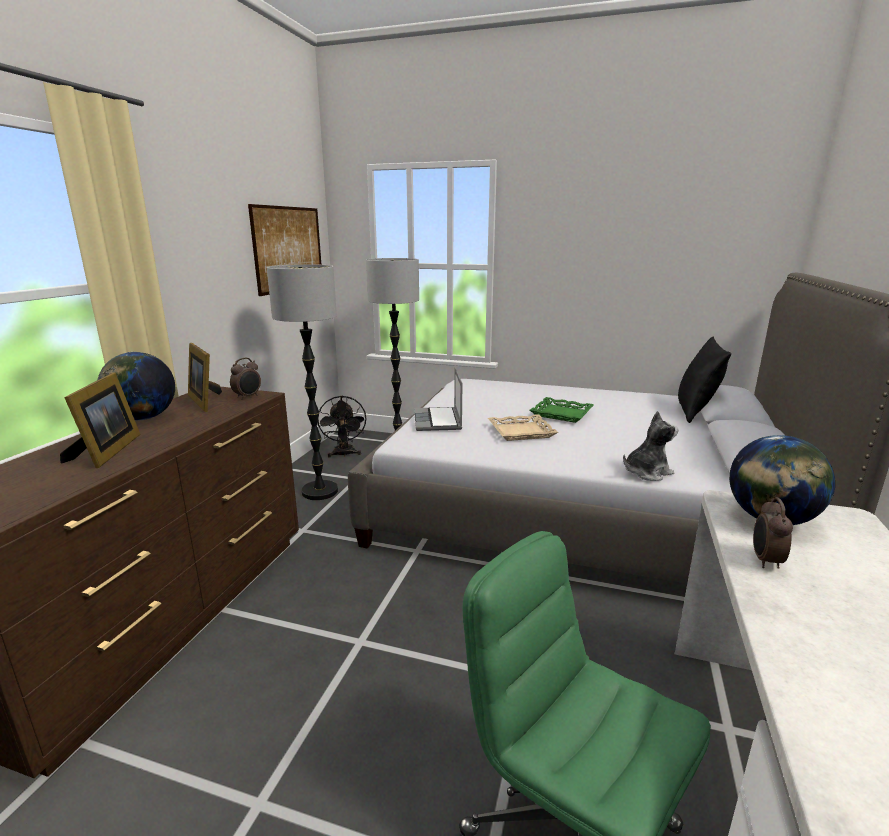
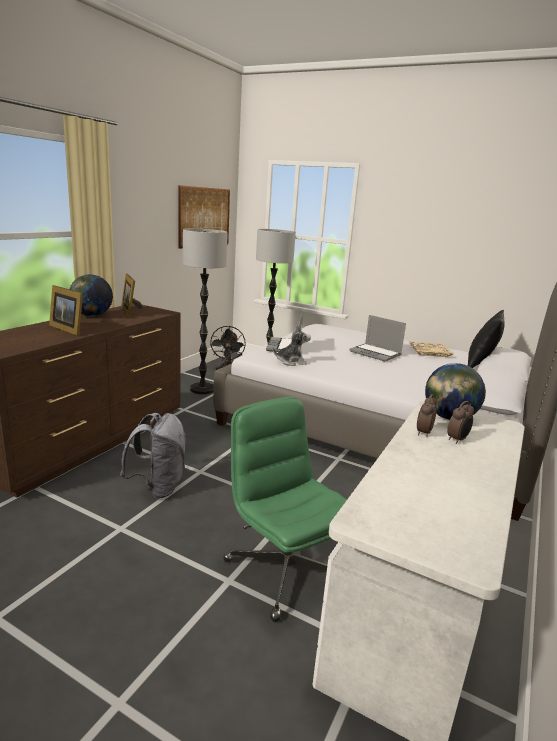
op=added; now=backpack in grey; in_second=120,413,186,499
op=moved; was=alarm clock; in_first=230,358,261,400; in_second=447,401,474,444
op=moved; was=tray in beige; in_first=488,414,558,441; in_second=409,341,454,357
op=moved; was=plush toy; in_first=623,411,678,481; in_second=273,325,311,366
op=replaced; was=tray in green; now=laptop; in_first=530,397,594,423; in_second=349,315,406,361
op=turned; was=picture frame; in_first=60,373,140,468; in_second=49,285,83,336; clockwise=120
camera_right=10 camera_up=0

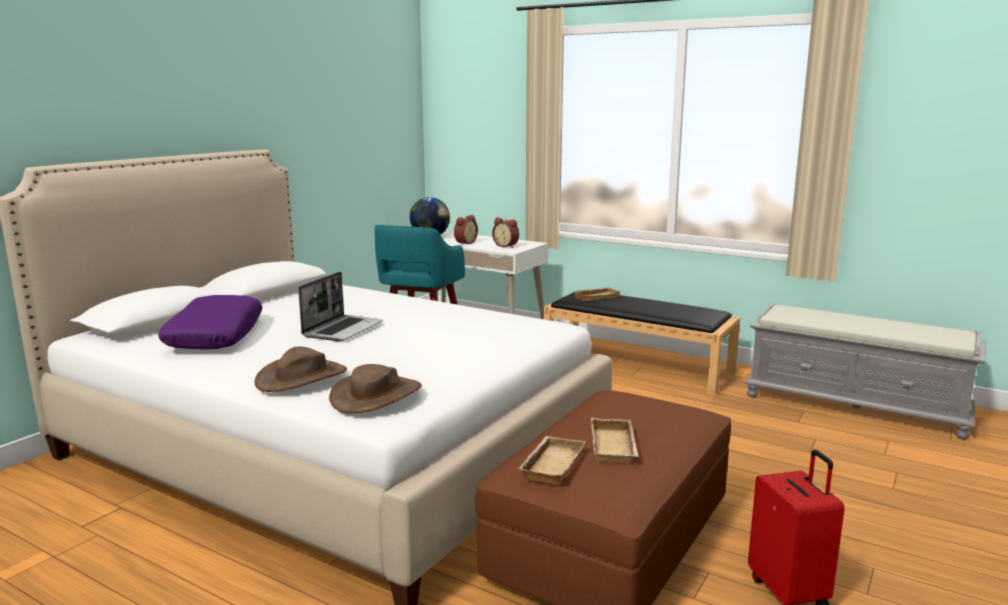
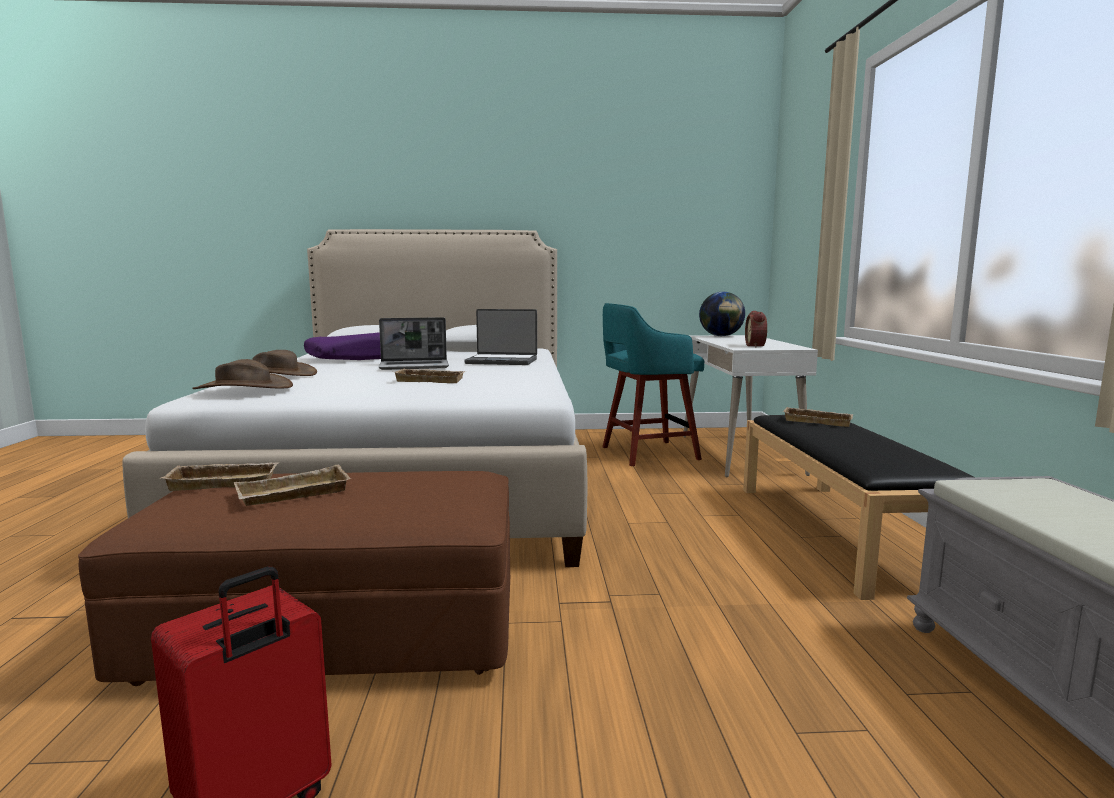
op=removed; was=alarm clock; in_first=454,215,478,245
op=added; now=tray in beige; in_second=395,369,467,383
op=added; now=laptop; in_second=464,309,537,365
camera_right=55 camera_up=-5

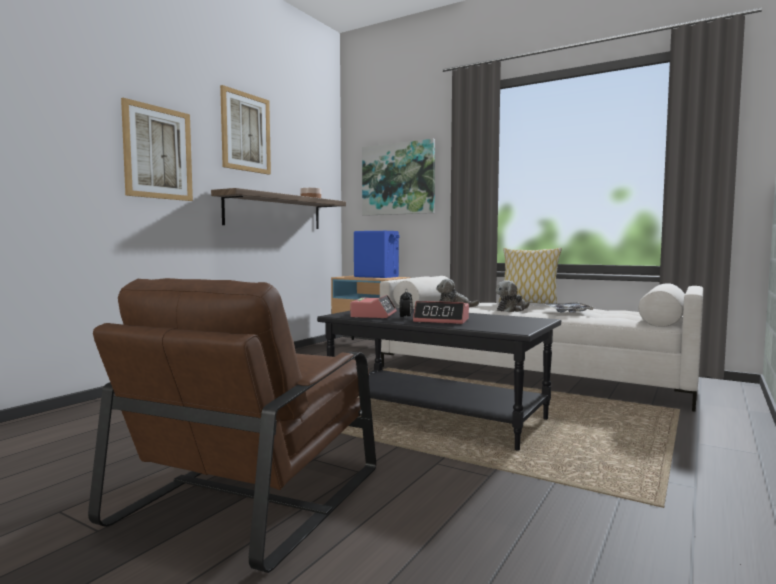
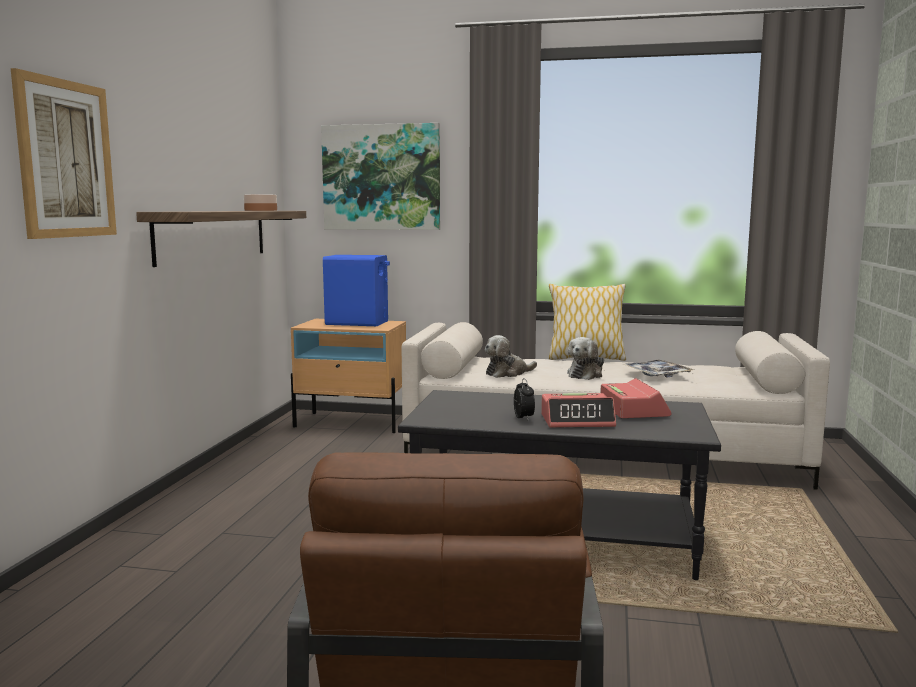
op=removed; was=picture; in_first=220,85,271,175
op=moved; was=alarm clock; in_first=350,295,397,318; in_second=600,378,672,418
camera_right=-20 camera_up=5

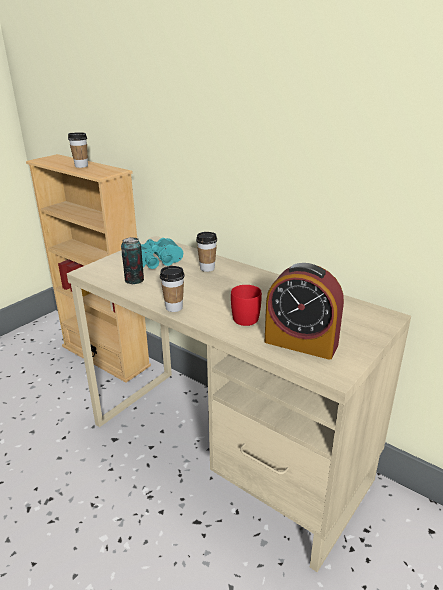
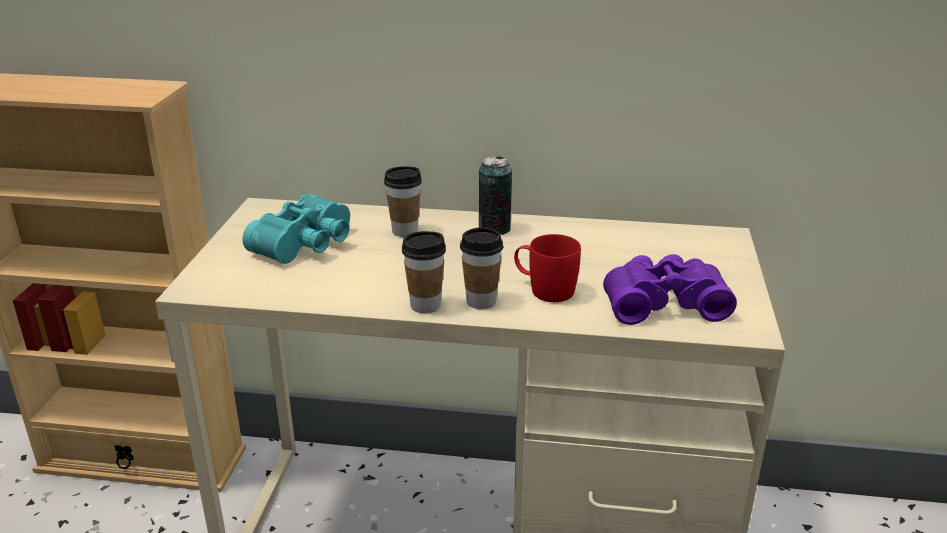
op=moved; was=cup; in_first=68,132,88,168; in_second=460,227,503,309
op=moved; was=can; in_first=121,237,144,284; in_second=479,156,512,235
op=replaced; was=alarm clock; now=binoculars in purple; in_first=265,263,344,360; in_second=603,254,737,325
camera_right=-30 camera_up=0

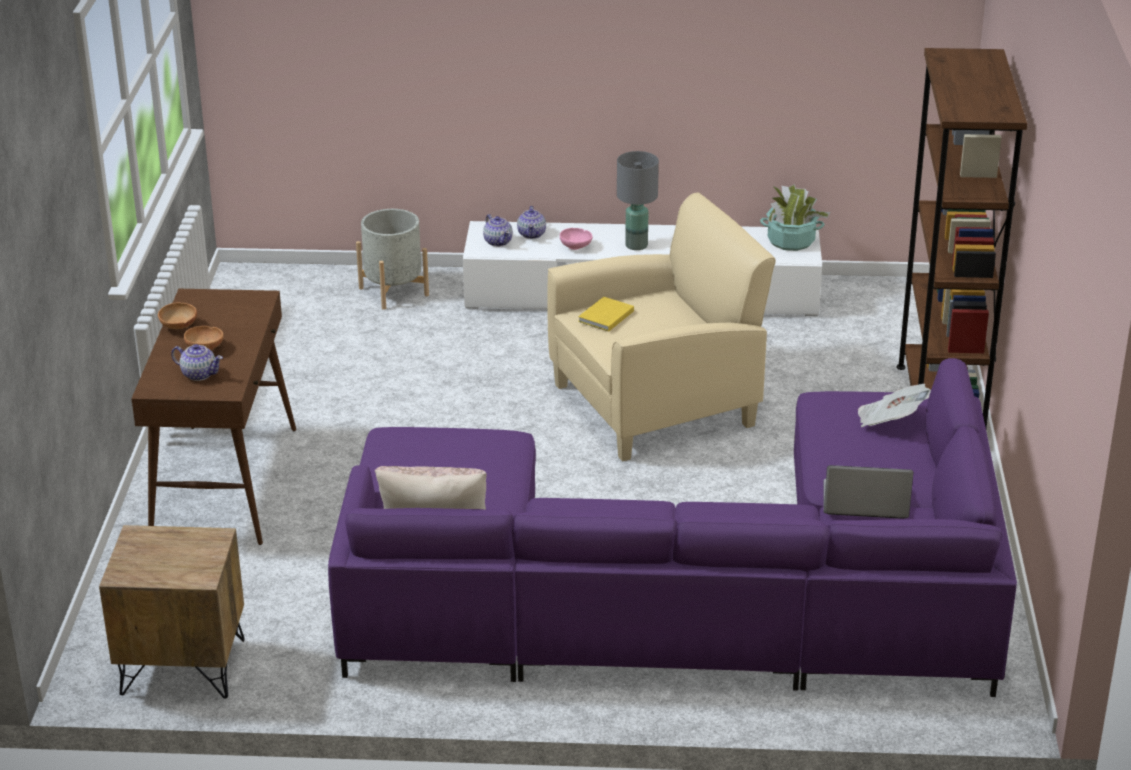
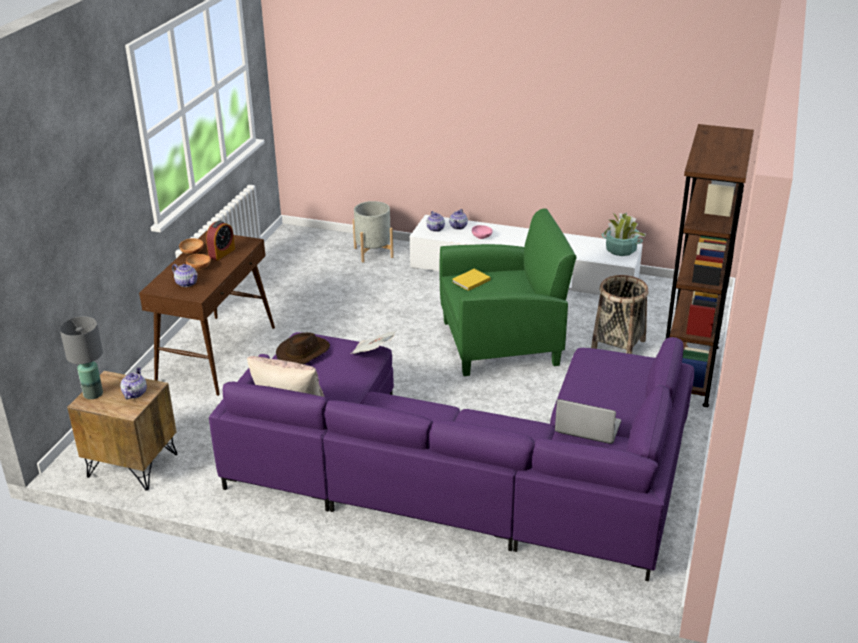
op=added; now=teapot; in_second=120,367,147,400
op=added; now=alarm clock; in_second=206,221,235,261
op=added; now=hat in brown; in_second=276,332,330,364
op=added; now=basket; in_second=591,275,648,354
op=moved; was=table lamp in grey; in_first=617,151,659,250; in_second=60,316,103,399
op=moved; was=newspaper; in_first=858,384,931,427; in_second=350,331,396,354
op=recoloured; was=armchair in beige; now=armchair in green; in_first=547,193,776,461; in_second=439,208,576,376
camera_right=15 camera_up=0

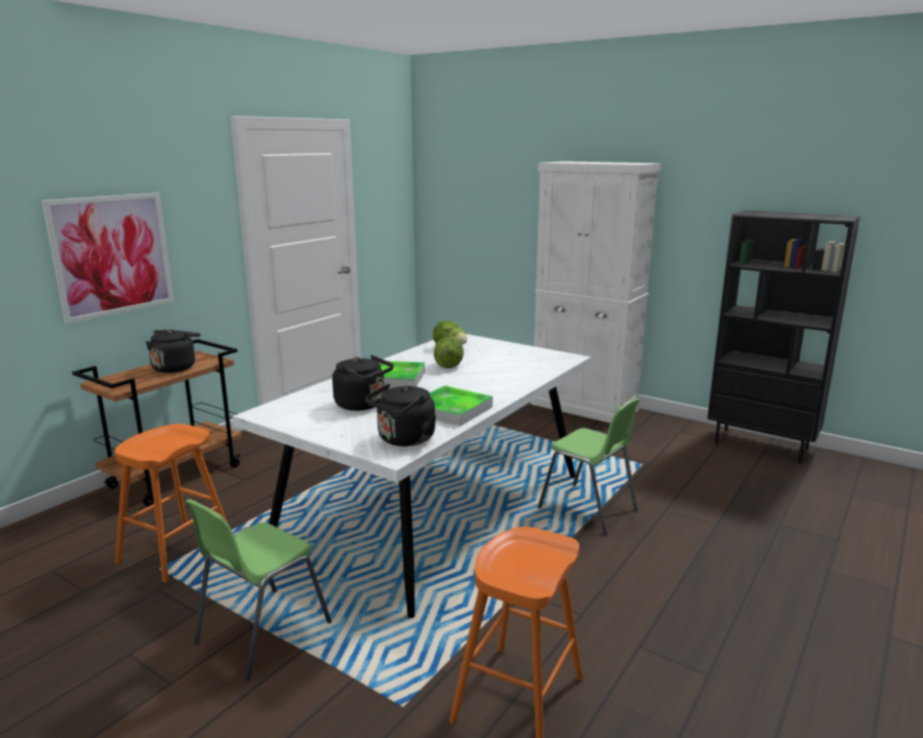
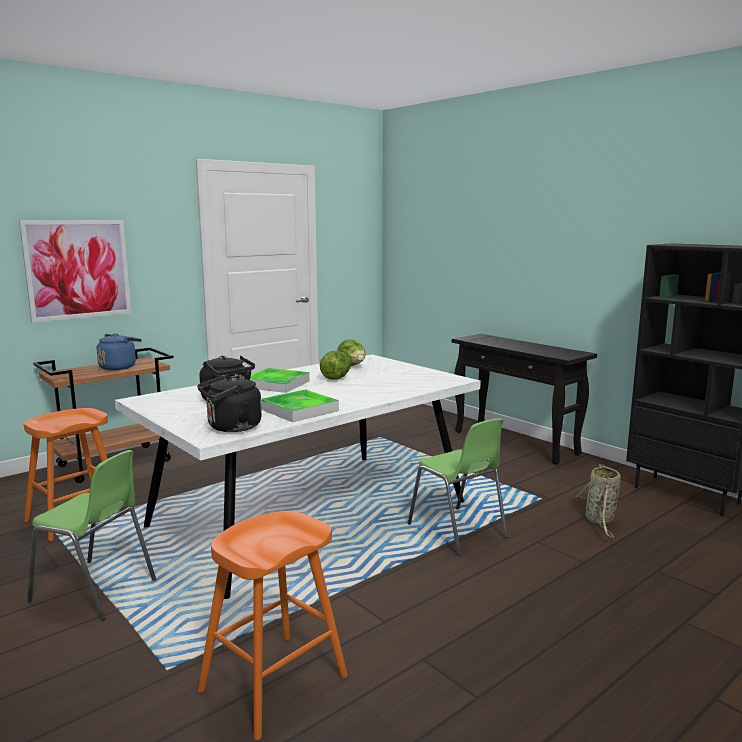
op=added; now=basket; in_second=576,464,621,538
op=replaced; was=cabinet in white; now=console table in black; in_first=531,161,661,423; in_second=452,334,597,465
op=recoloured; was=kettle in black; now=kettle in blue; in_first=146,329,200,373; in_second=97,333,142,370
op=turned; was=chair in green; in_first=185,499,332,680; in_second=27,450,156,621; clockwise=-120
camera_right=15 camera_up=-5

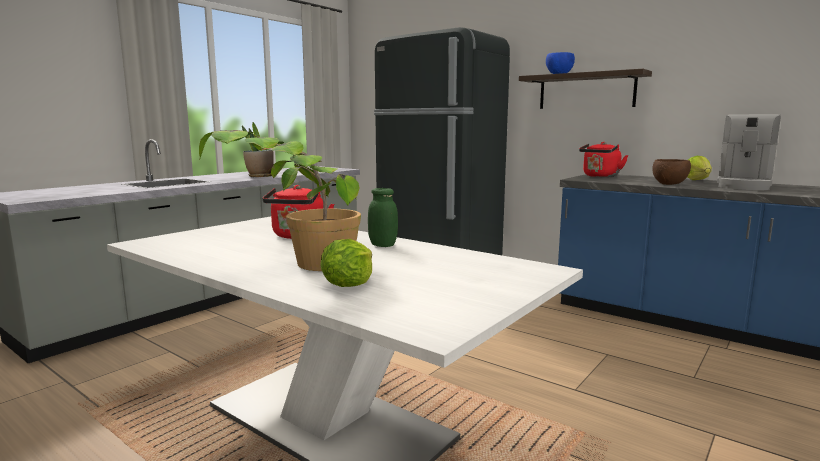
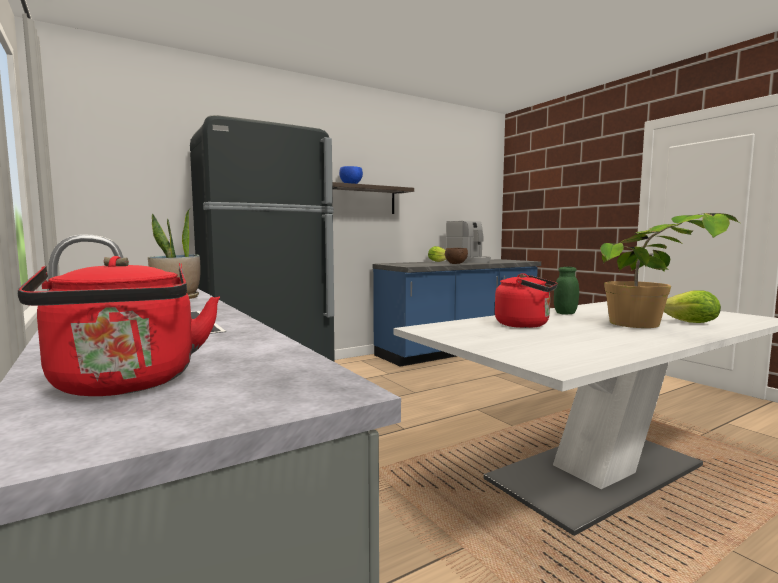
op=moved; was=kettle in red; in_first=579,142,628,177; in_second=18,256,220,396
camera_right=-70 camera_up=-5

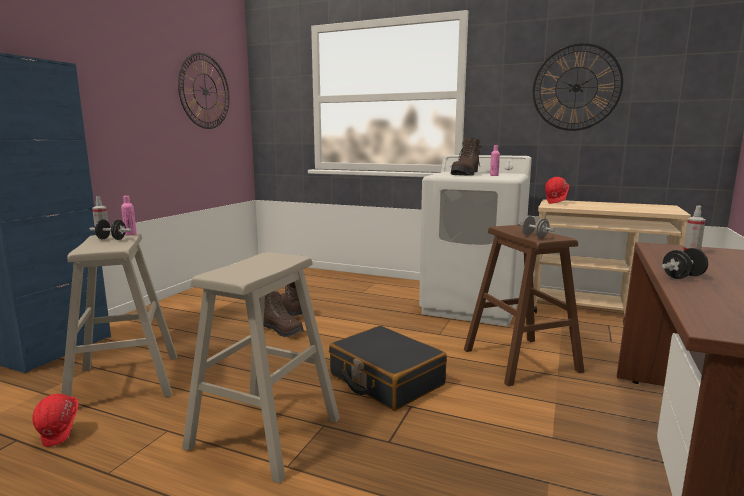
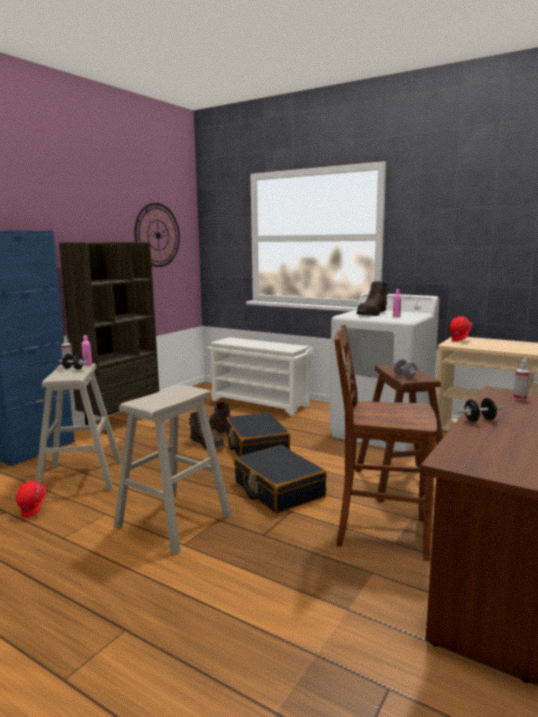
op=removed; was=wall clock; in_first=533,43,623,131
op=added; now=bookcase in brown; in_second=59,242,159,433
op=added; now=shoe rack in white; in_second=207,337,314,416
op=added; now=suitcase in black; in_second=226,412,290,456
op=added; now=chair in brown; in_second=334,325,437,561
camera_right=10 camera_up=0

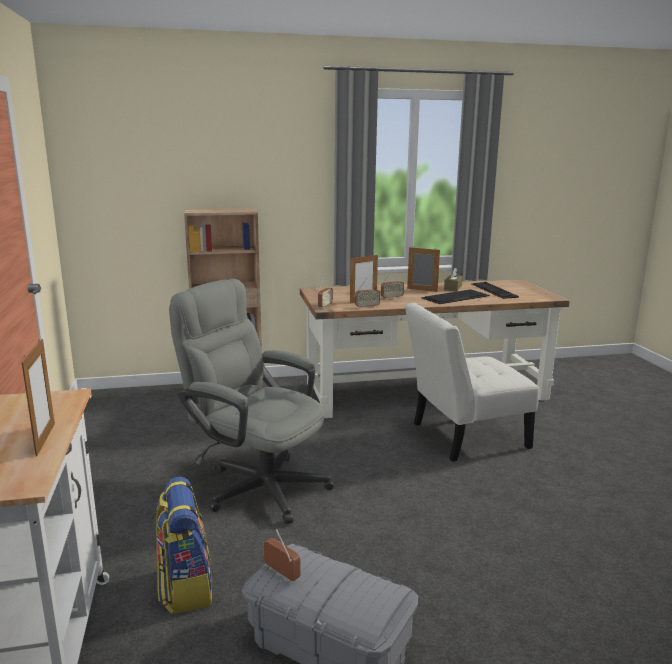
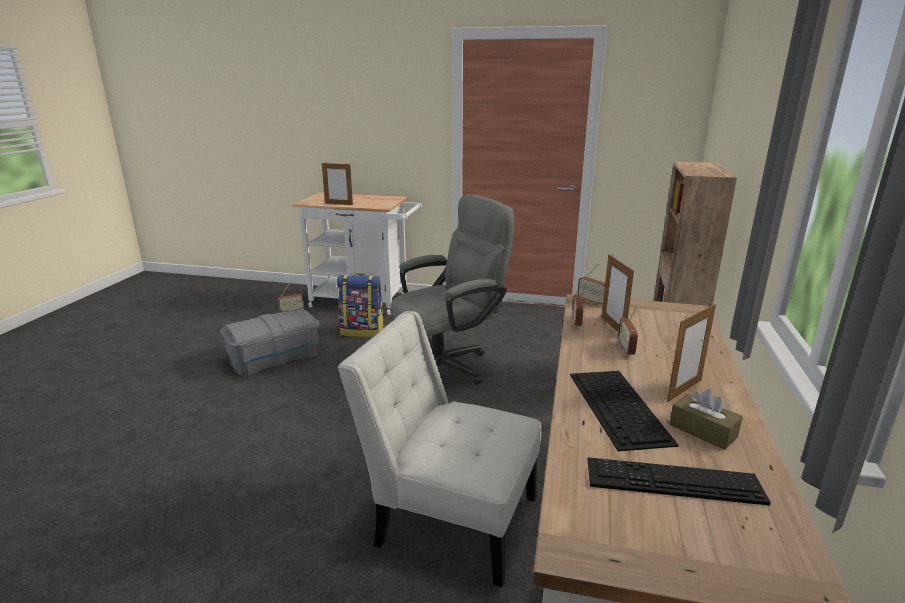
op=turned; was=chair in white; in_first=405,303,539,462; in_second=338,311,542,588; clockwise=-75
camera_right=115 camera_up=5

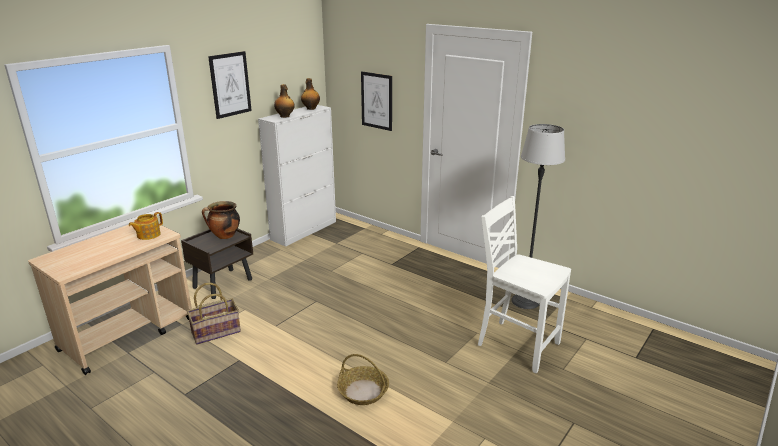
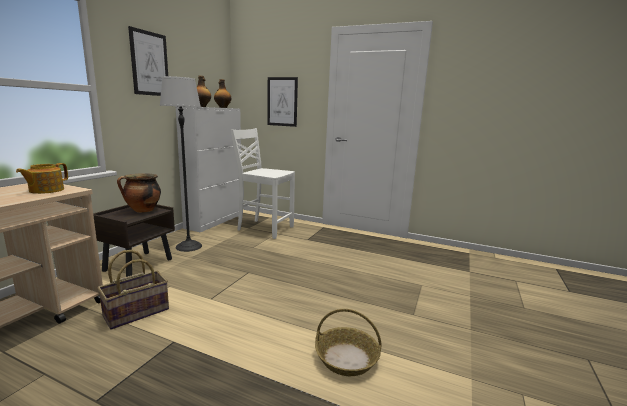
op=moved; was=chair in white; in_first=478,196,571,373; in_second=231,128,295,239
op=moved; was=floor lamp; in_first=511,124,565,309; in_second=160,76,202,252
camera_right=-15 camera_up=-10

